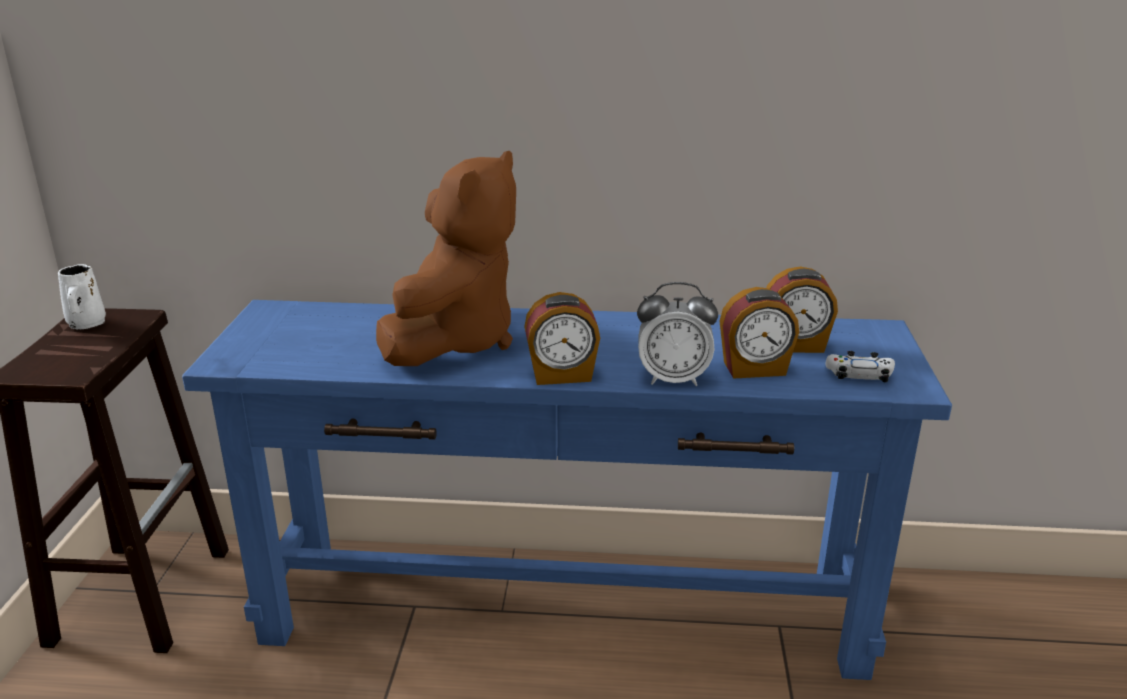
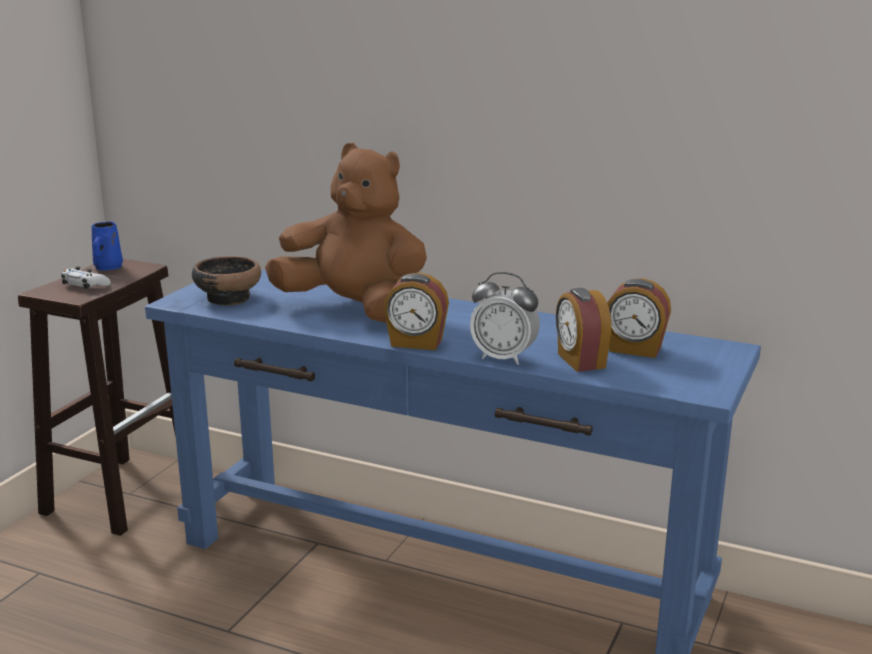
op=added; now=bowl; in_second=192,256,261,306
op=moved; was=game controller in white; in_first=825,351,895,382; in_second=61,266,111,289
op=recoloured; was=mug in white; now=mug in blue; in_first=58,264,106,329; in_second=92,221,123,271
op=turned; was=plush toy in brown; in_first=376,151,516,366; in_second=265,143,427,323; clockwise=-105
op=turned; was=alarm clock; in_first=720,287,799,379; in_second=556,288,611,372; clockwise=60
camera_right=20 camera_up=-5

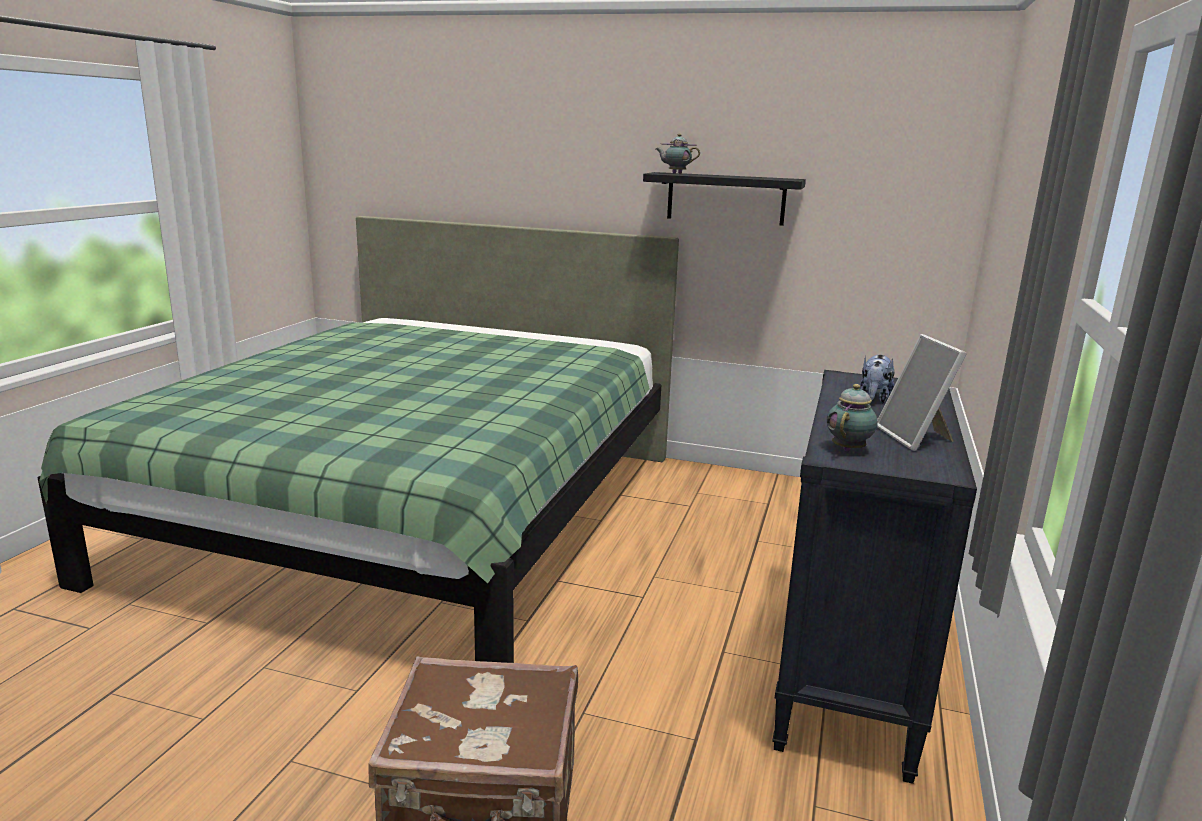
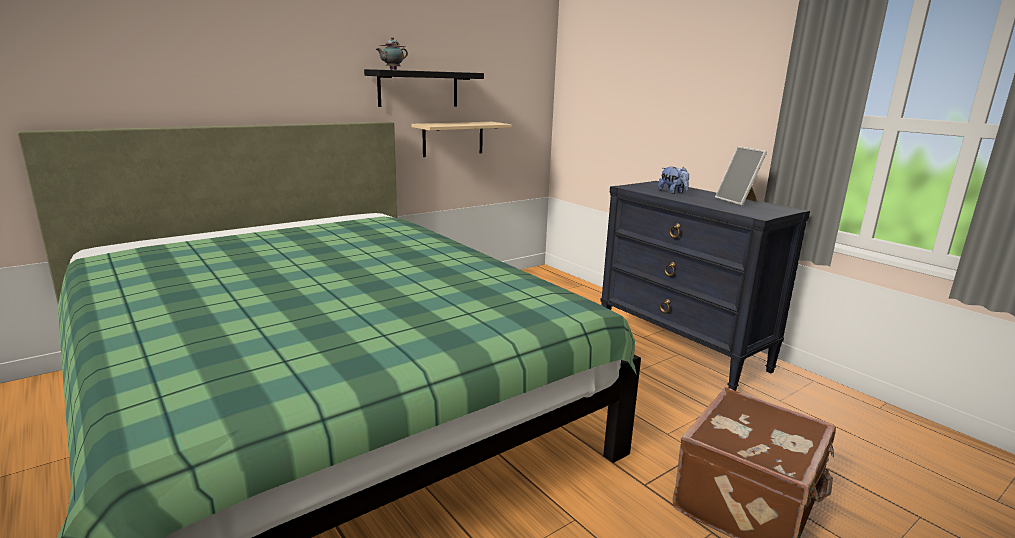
op=removed; was=teapot; in_first=827,384,878,451
op=added; now=shelf in beige; in_second=411,122,512,157
op=turned; was=picture frame; in_first=877,334,967,451; in_second=715,146,767,206; clockwise=45
camera_right=-55 camera_up=0

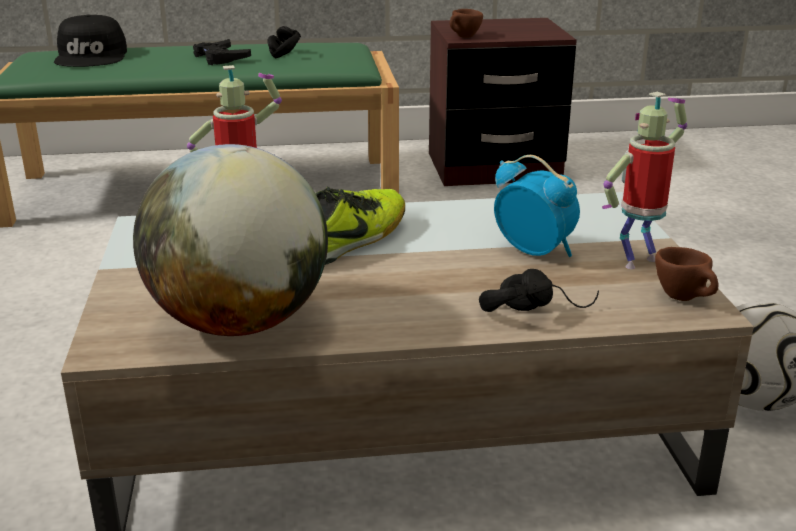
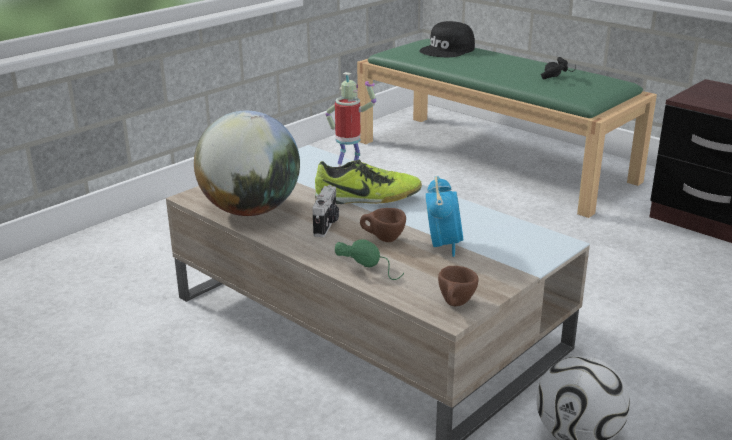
op=removed; was=game controller in black; in_first=193,39,251,65
op=removed; was=toy robot; in_first=602,92,687,269
op=added; now=photo camera; in_second=312,185,339,237
op=moved; was=cup in brown; in_first=450,9,483,38; in_second=360,208,406,242
op=recoloured; was=headphones in black; now=headphones in green; in_first=479,269,599,312; in_second=335,239,404,280
camera_right=50 camera_up=0

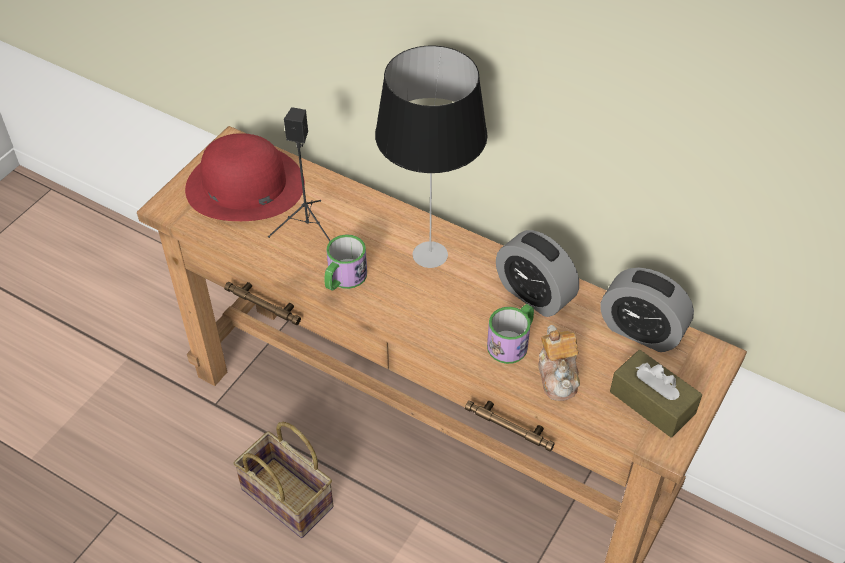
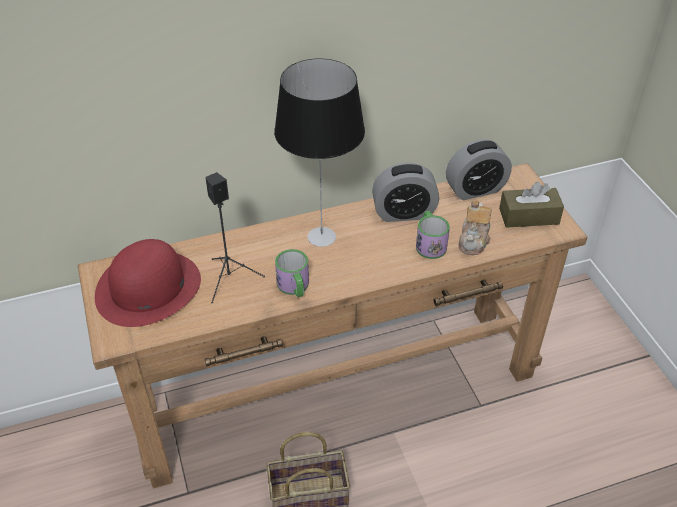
op=turned; was=teapot; in_first=538,325,580,401; in_second=458,200,491,255; clockwise=75
camera_right=-50 camera_up=-5

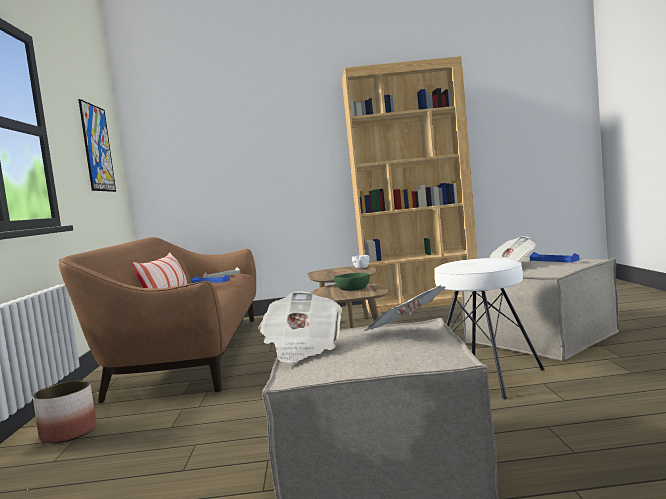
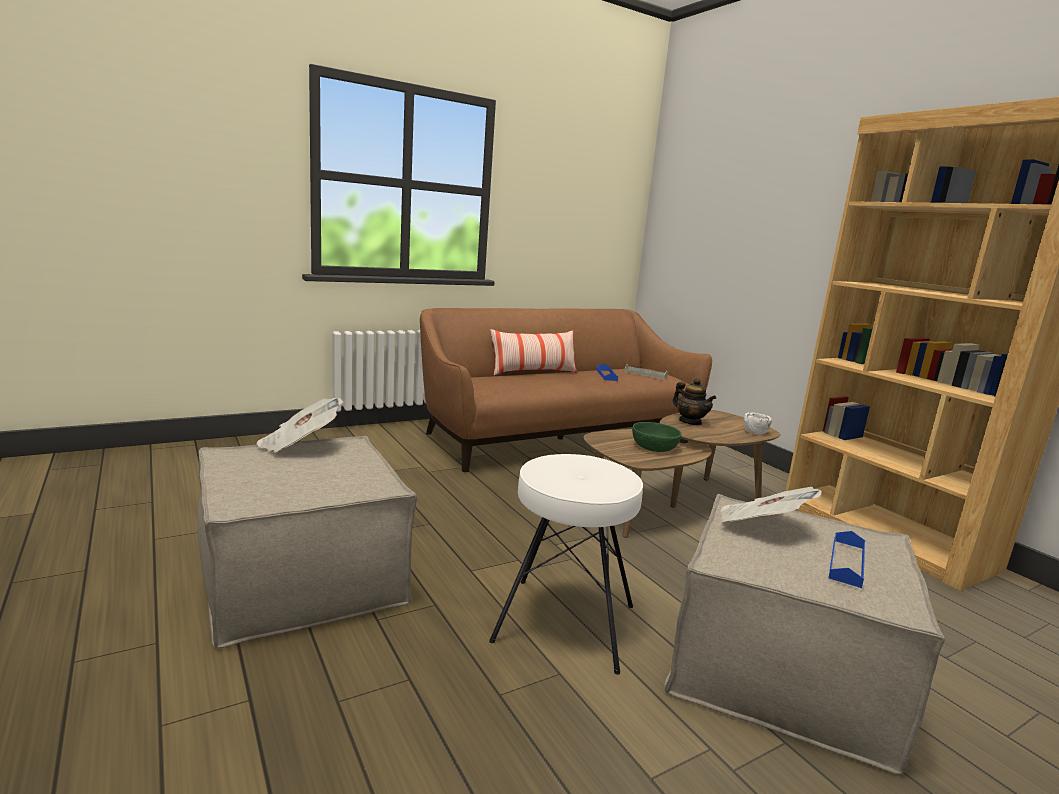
op=removed; was=planter; in_first=33,380,97,443
op=removed; was=picture; in_first=78,99,116,192
op=removed; was=newspaper; in_first=364,285,446,331
op=added; now=teapot; in_second=673,378,716,425
camera_right=60 camera_up=10

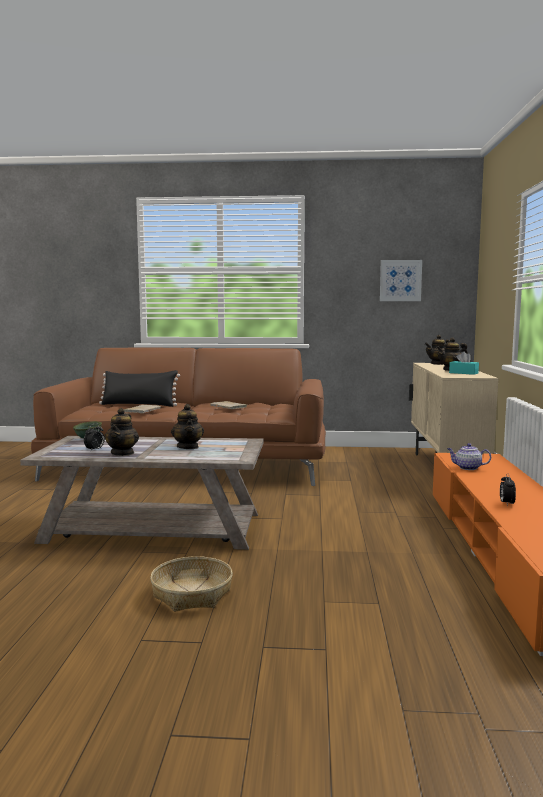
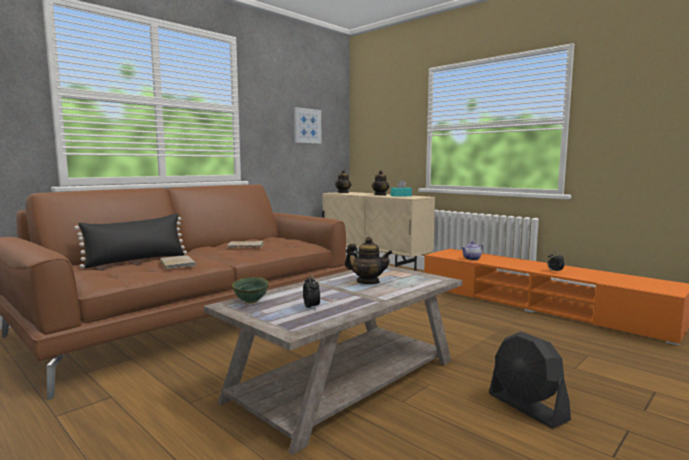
op=removed; was=teapot; in_first=105,408,139,456
op=replaced; was=basket; now=fan in black; in_first=150,556,233,612; in_second=489,332,571,429
camera_right=-50 camera_up=0

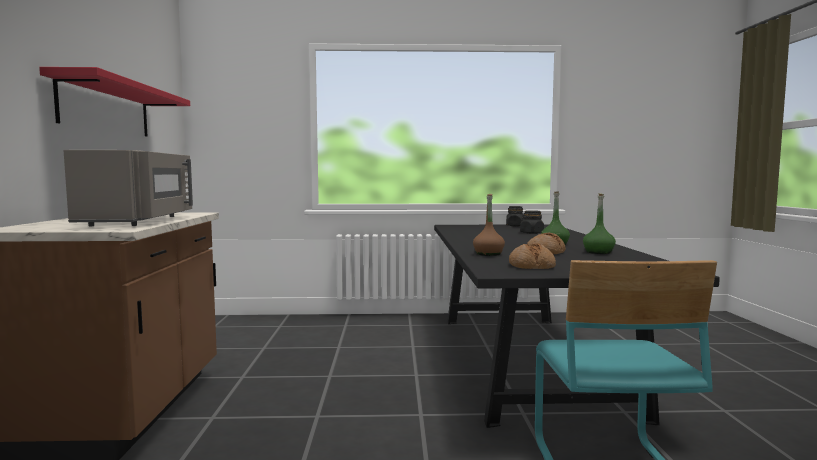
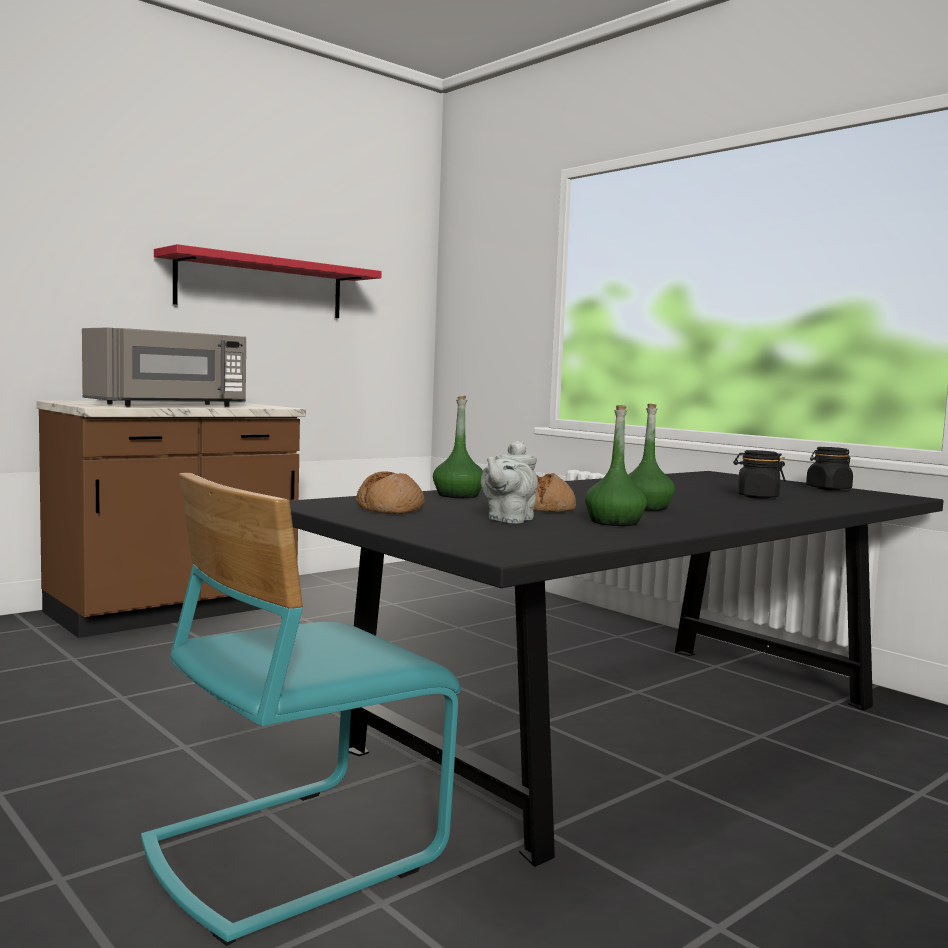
op=added; now=teapot in grey; in_second=481,441,538,523
op=recoloured; was=bottle in brown; now=bottle in green; in_first=473,194,505,256; in_second=433,396,483,498
camera_right=50 camera_up=0

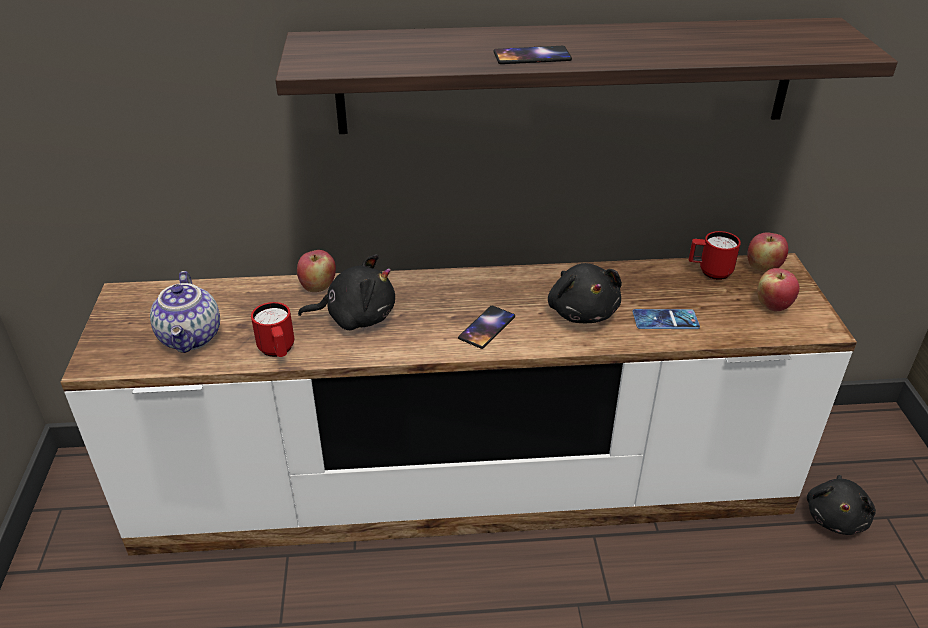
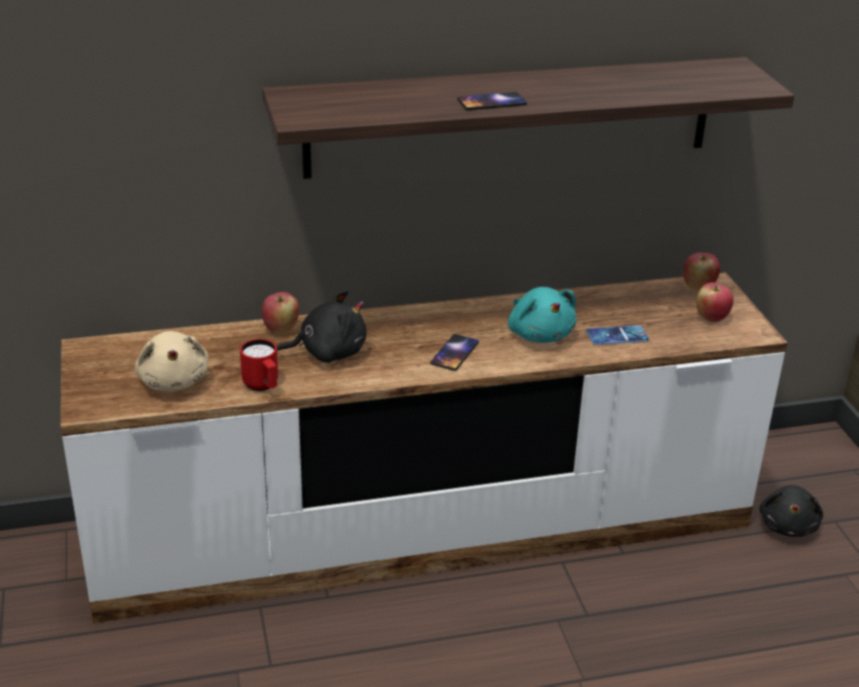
op=removed; was=mug in red; in_first=689,231,741,280
op=replaced; was=teapot; now=plush toy in beige; in_first=150,271,220,353; in_second=135,331,209,391
op=recoloured; was=plush toy in black; now=plush toy in turquoise; in_first=548,263,622,323; in_second=508,287,577,343
camera_right=-10 camera_up=-5

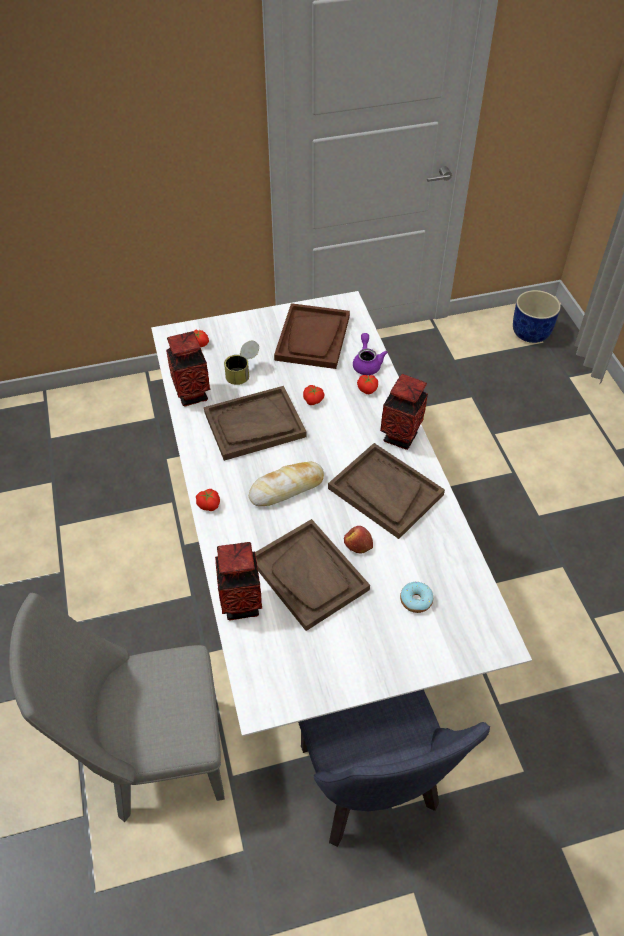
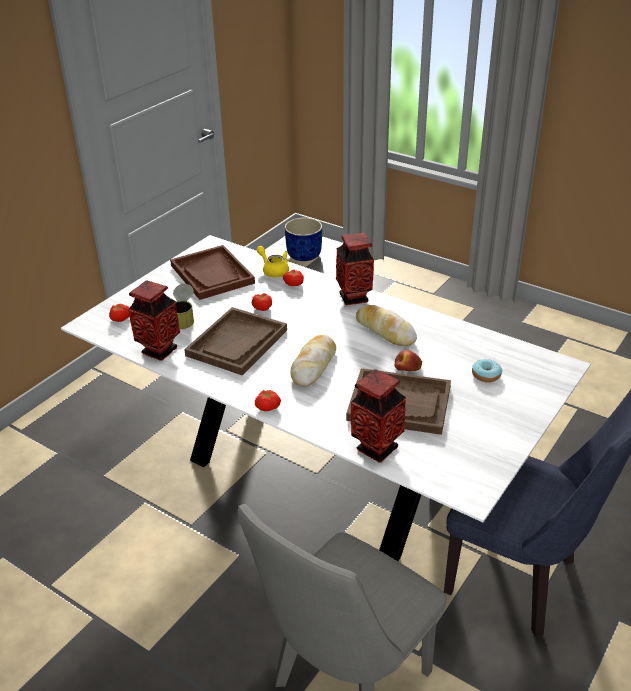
op=replaced; was=tray in brown; now=bread; in_first=328,443,445,539; in_second=356,305,417,346
op=recoloured; was=teapot in purple; now=teapot in yellow; in_first=353,333,388,375; in_second=256,246,289,277
camera_right=-40 camera_up=-15

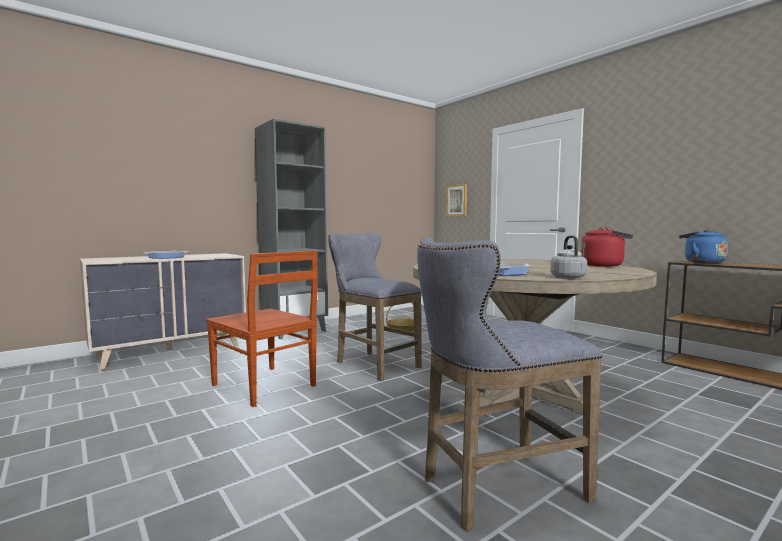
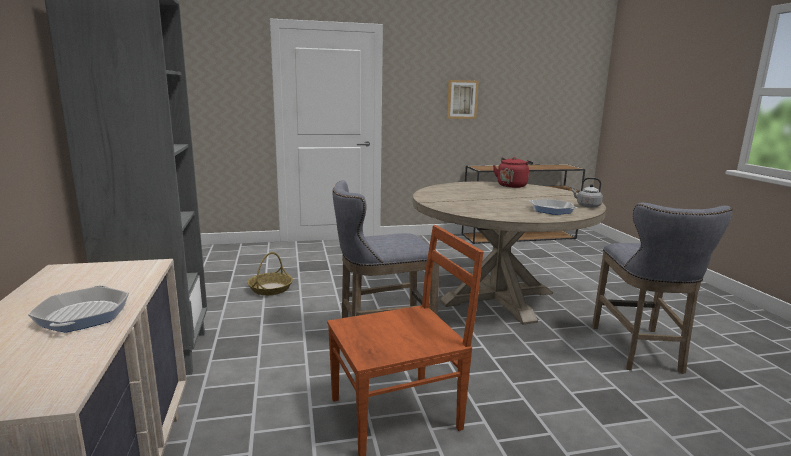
op=removed; was=kettle in blue; in_first=679,229,728,263
op=moved; was=picture; in_first=446,184,467,216; in_second=447,80,479,119
camera_right=-65 camera_up=10

